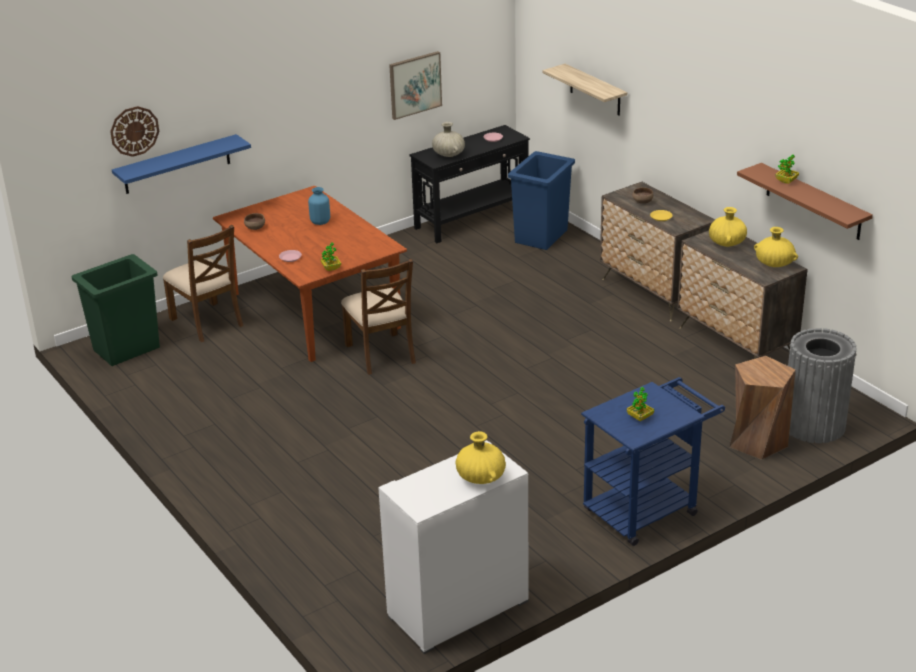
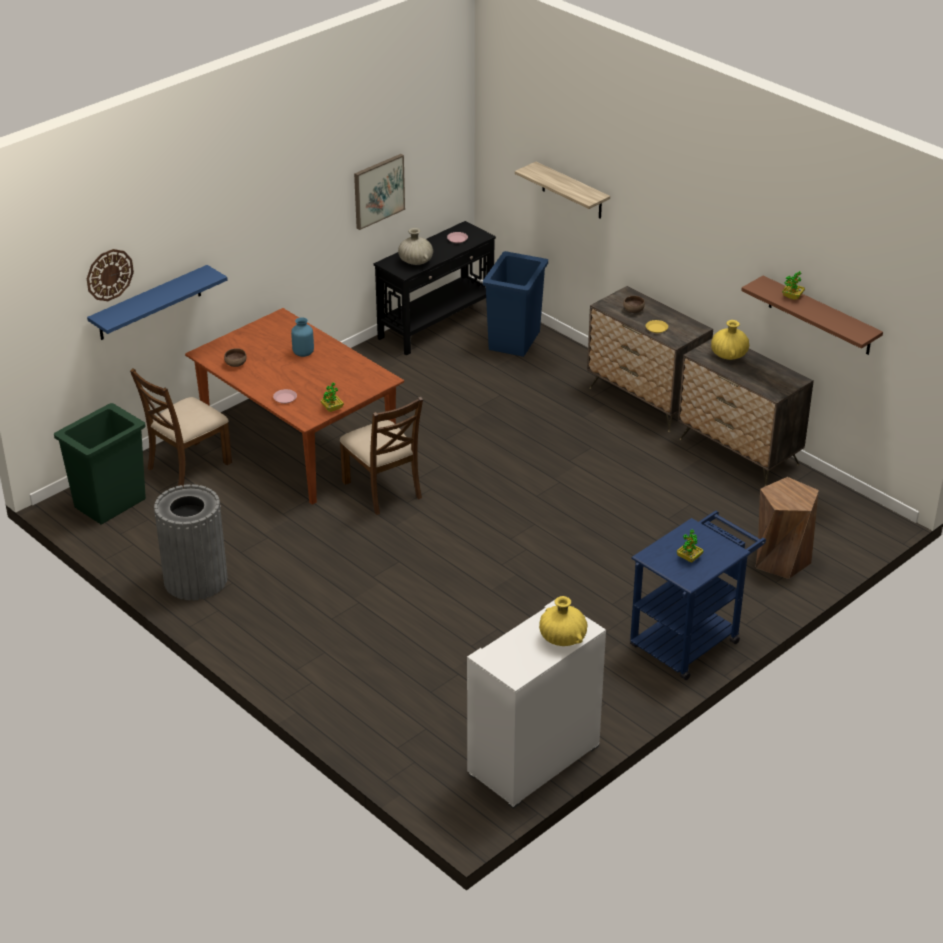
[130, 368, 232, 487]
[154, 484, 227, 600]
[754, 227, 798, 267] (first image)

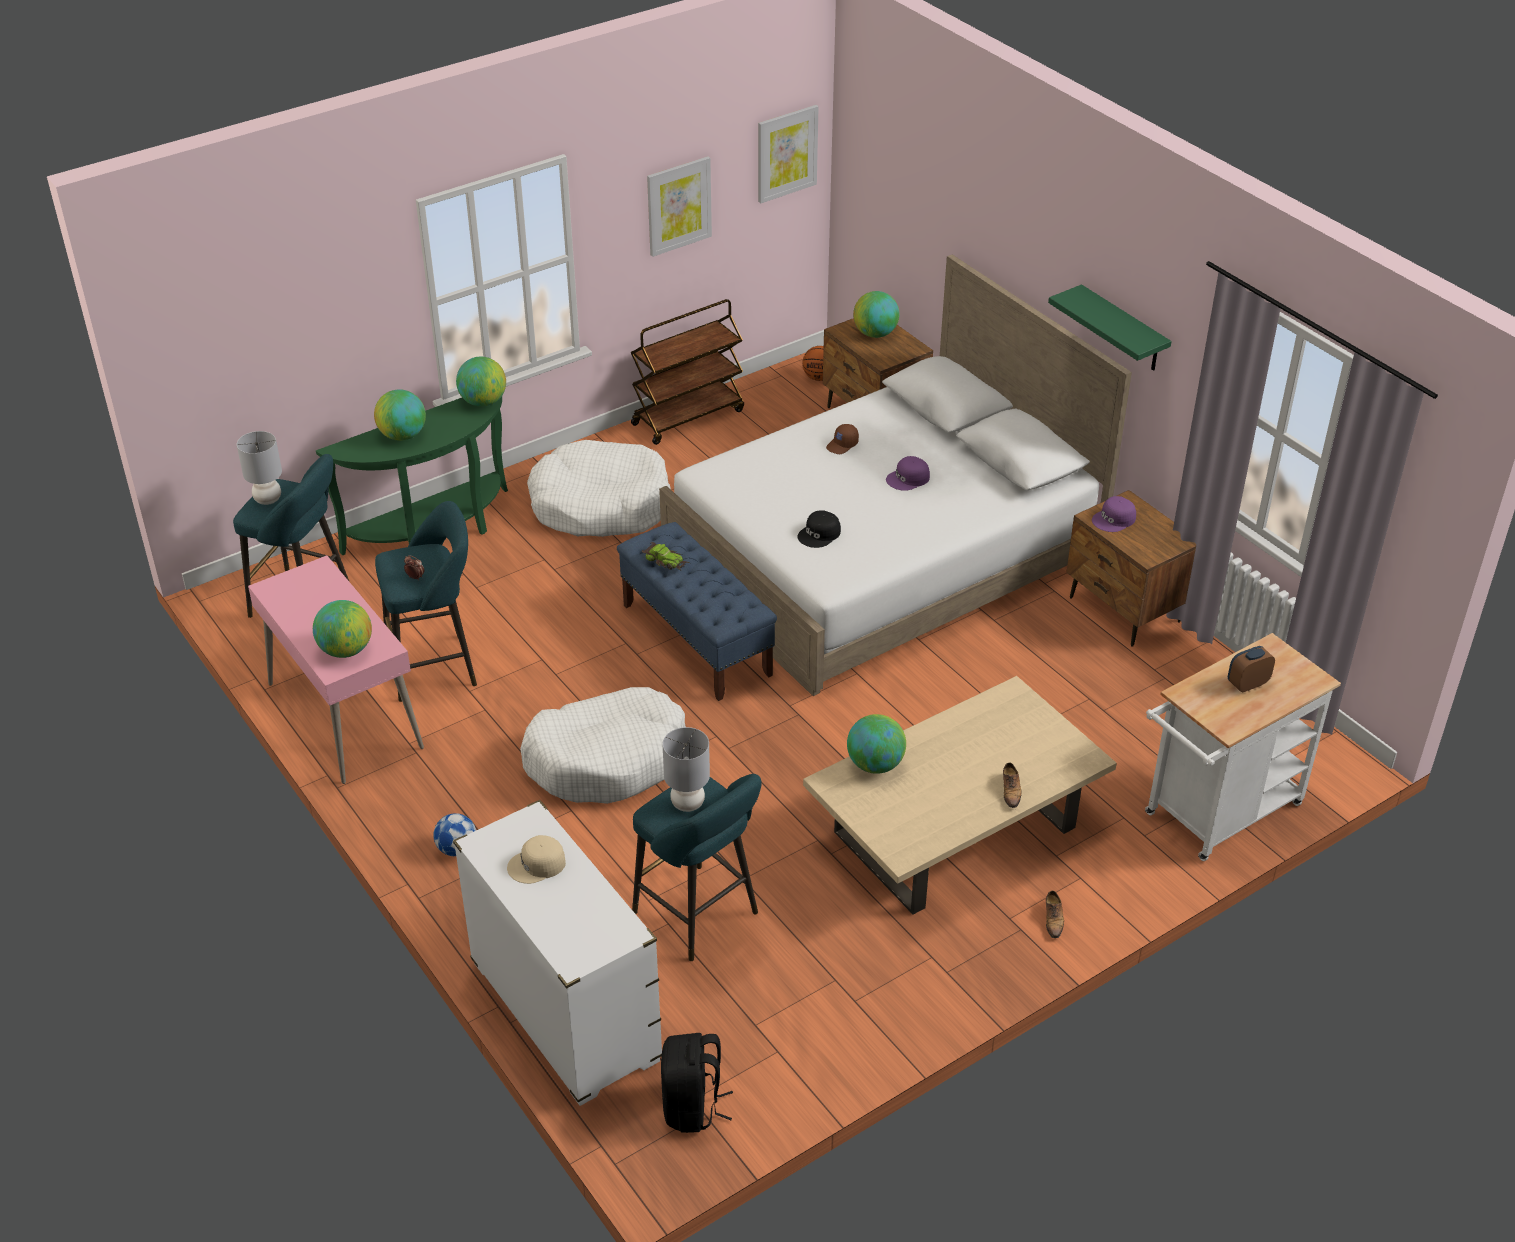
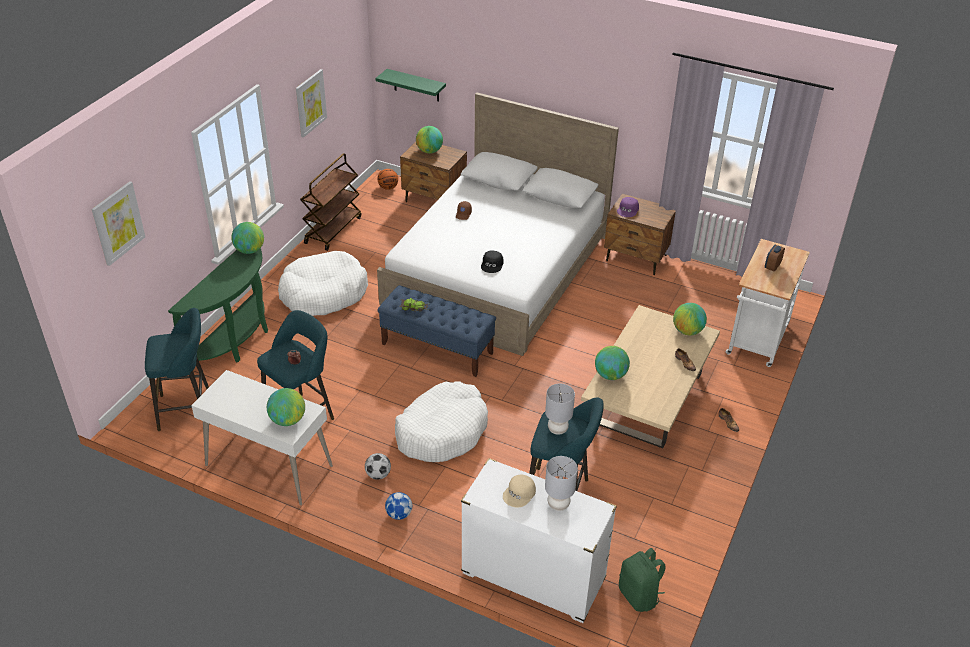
[92, 181, 145, 266]
[191, 370, 333, 505]
[365, 453, 391, 480]
[376, 69, 446, 101]
[545, 456, 578, 511]
[619, 548, 666, 612]
[673, 303, 707, 335]
[886, 456, 930, 491] (first image)

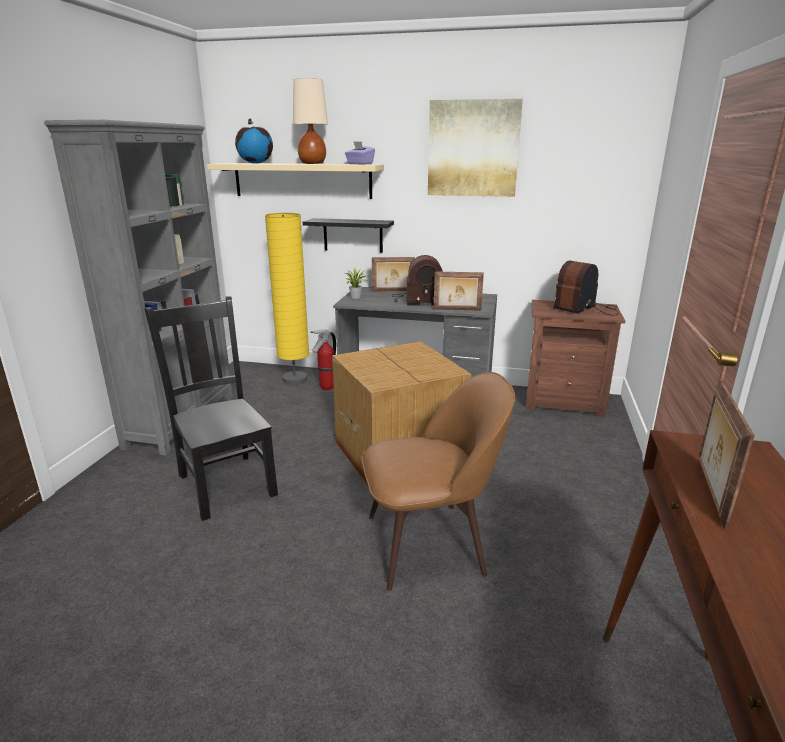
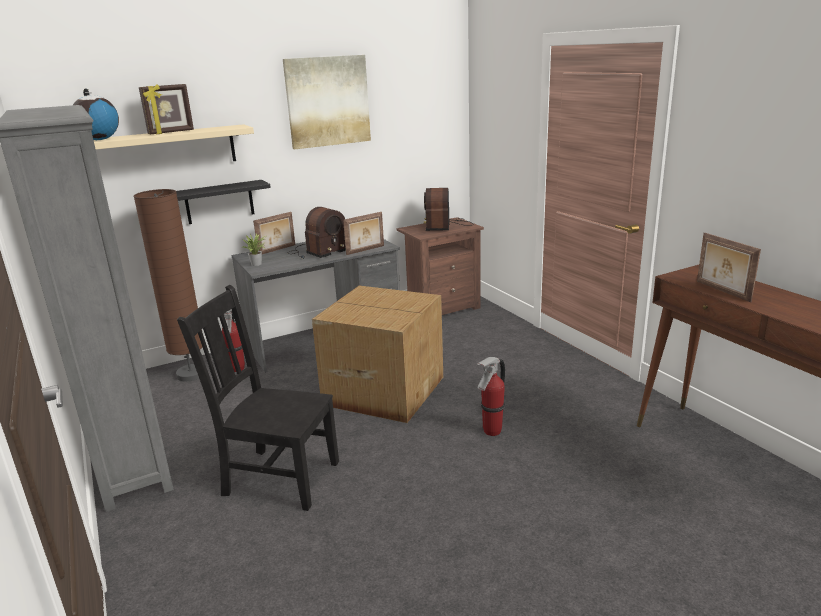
[134, 189, 203, 381]
[139, 84, 194, 134]
[477, 357, 505, 436]
[345, 142, 375, 165] (first image)

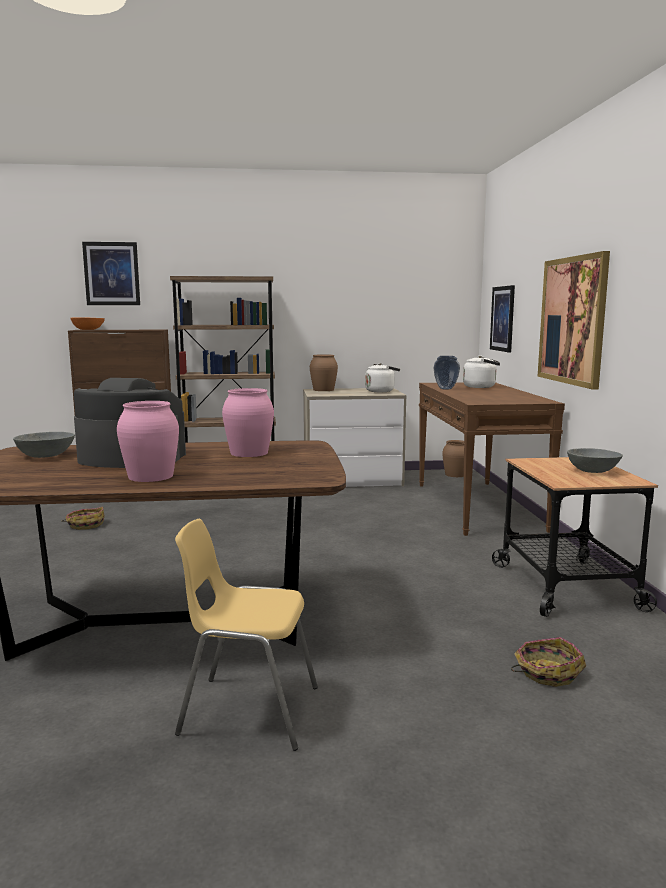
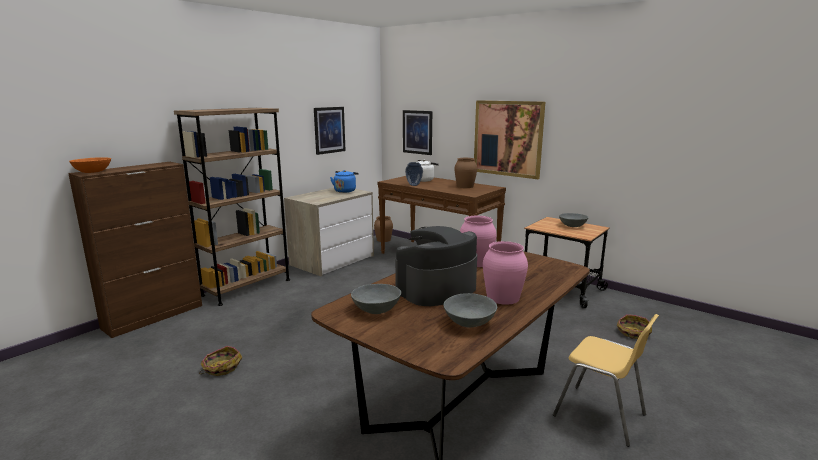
[314, 107, 346, 155]
[330, 170, 359, 193]
[443, 293, 497, 328]
[454, 158, 477, 188]
[553, 314, 659, 447]

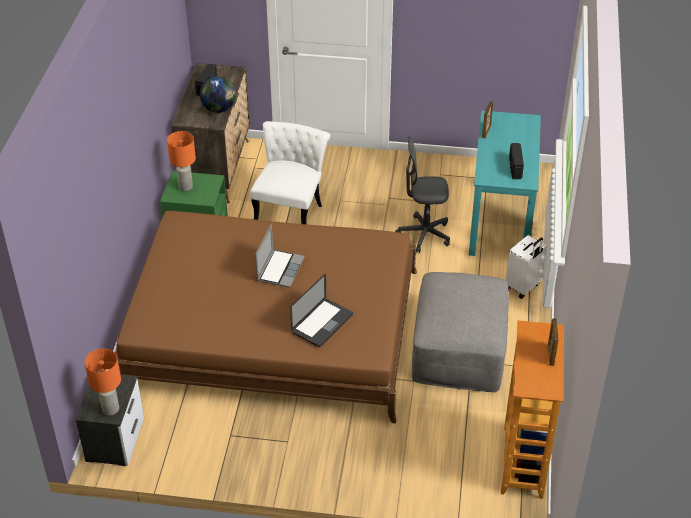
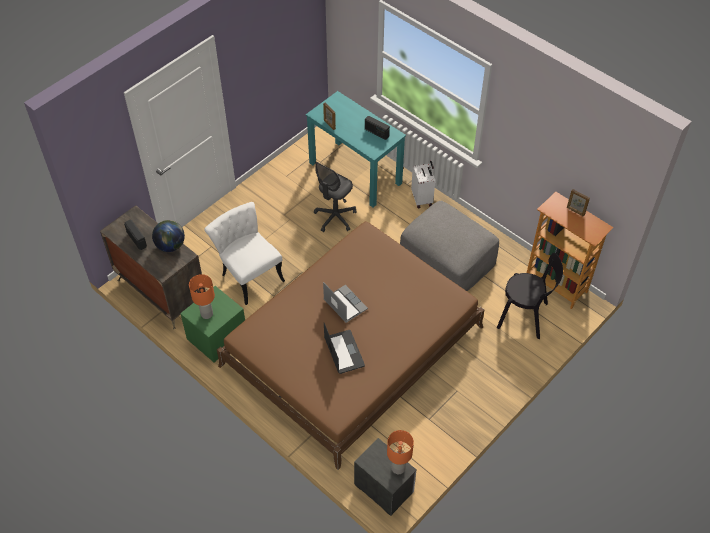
[324, 323, 365, 374]
[497, 253, 563, 339]

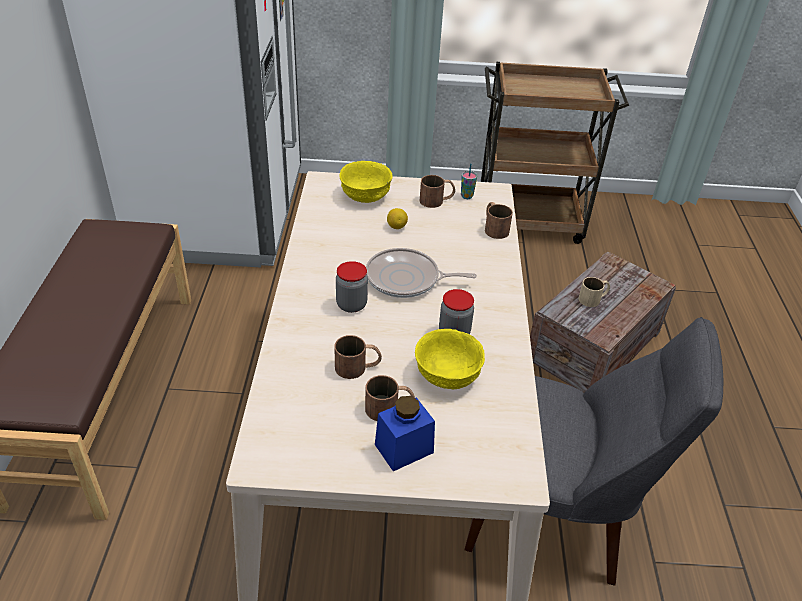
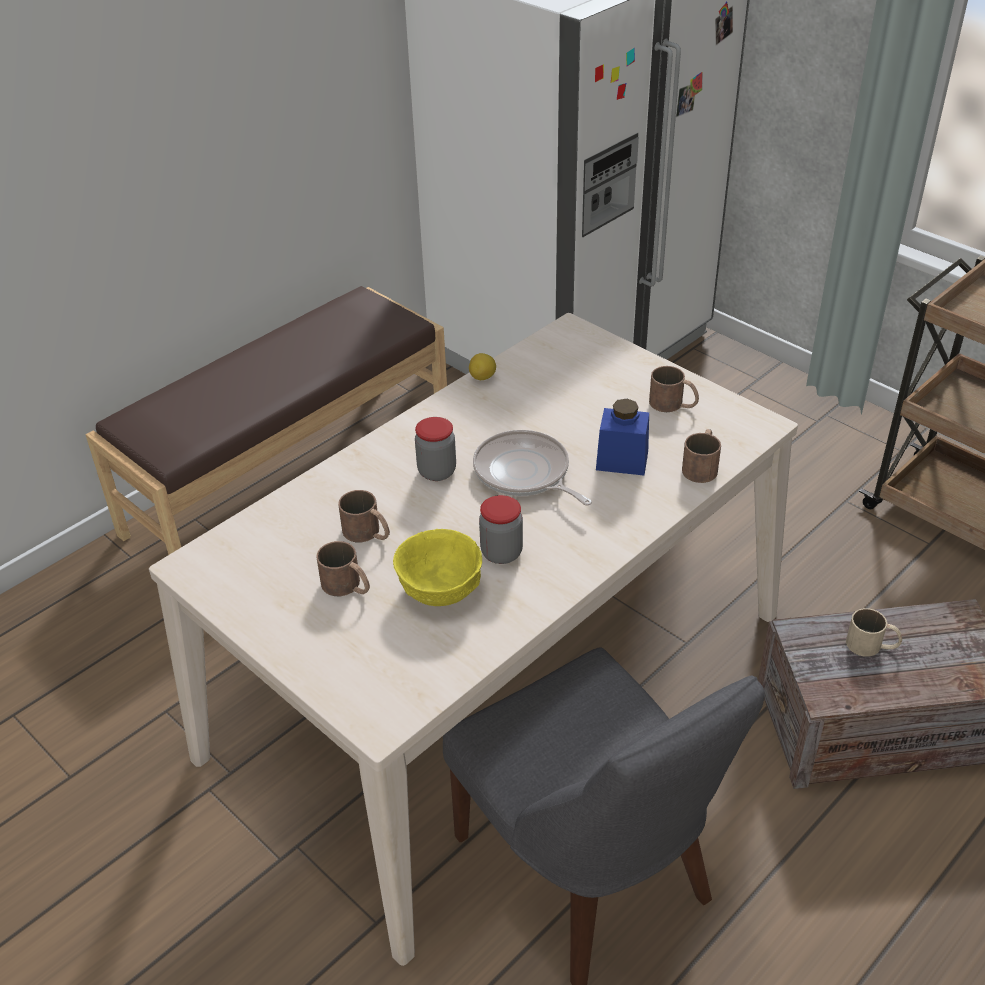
[469, 353, 496, 380]
[596, 399, 649, 476]
[339, 161, 393, 203] (first image)
[461, 164, 477, 199] (first image)

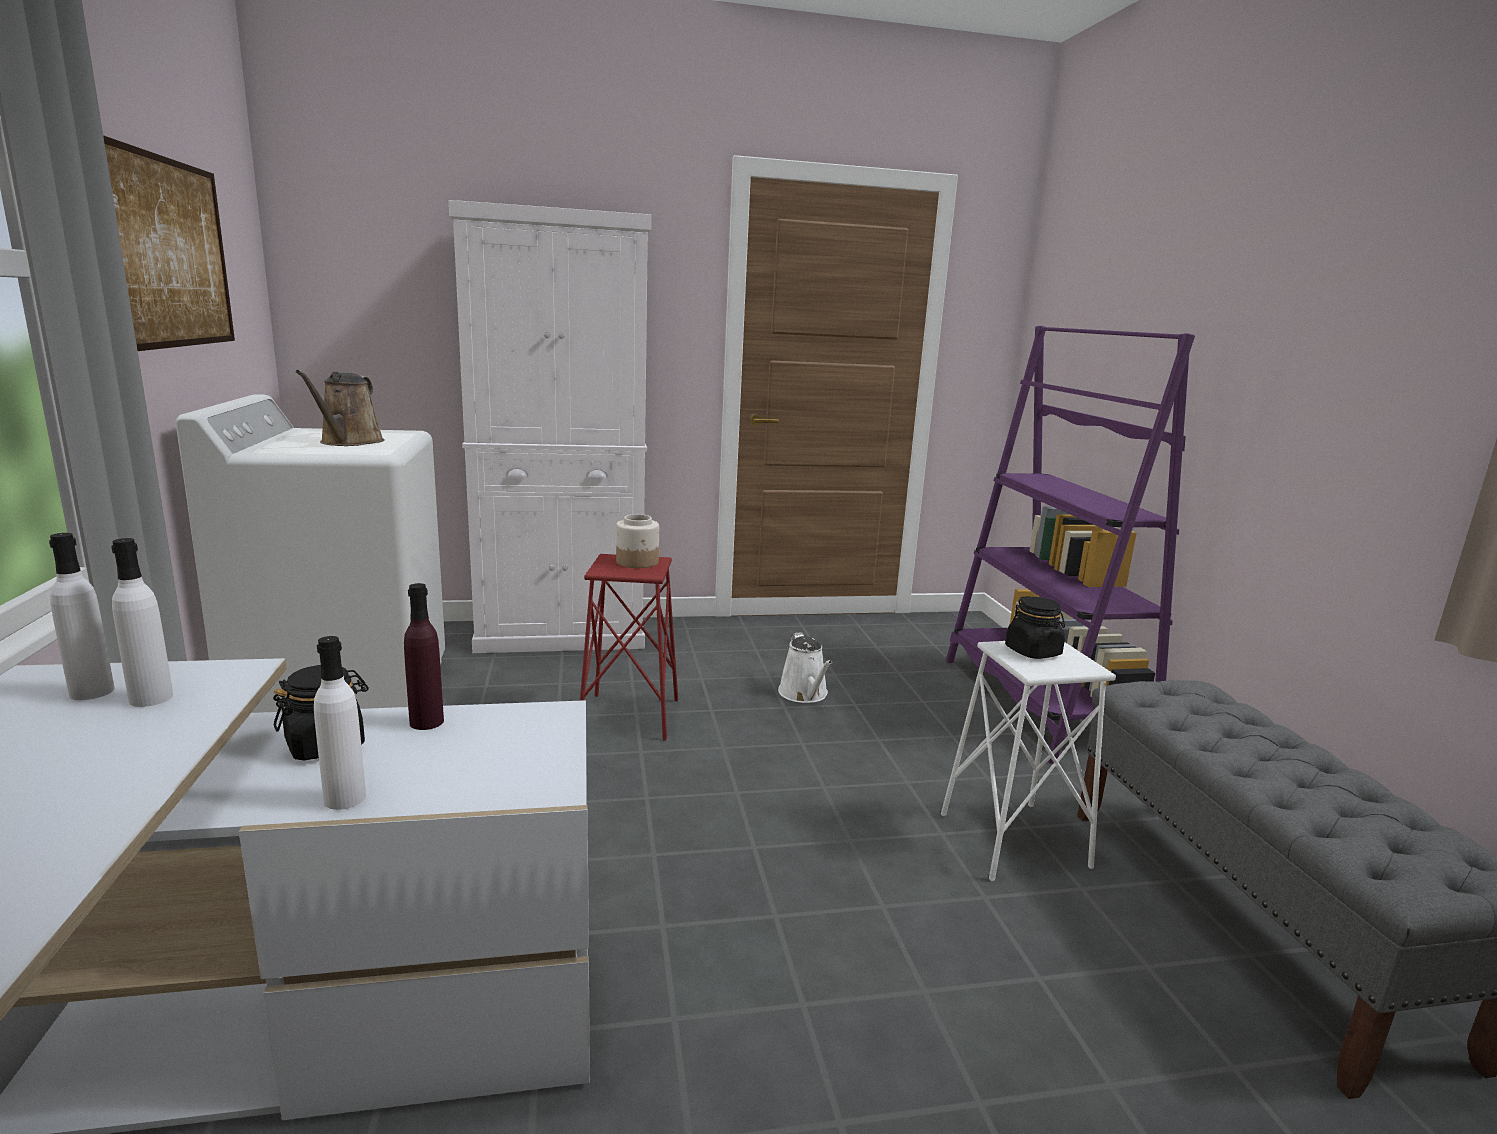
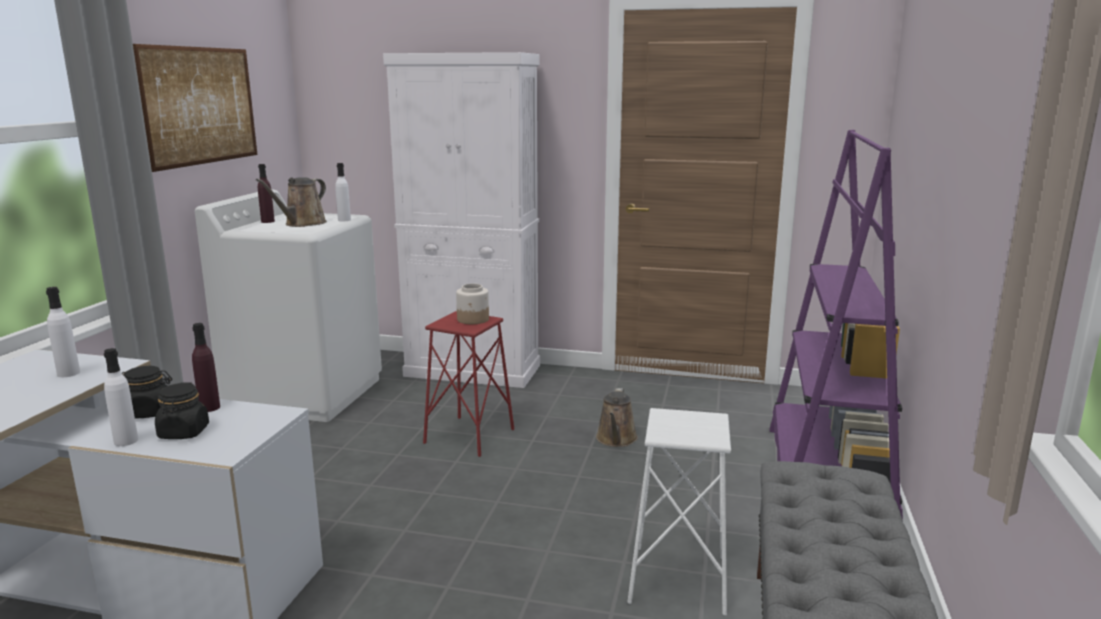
[155, 382, 209, 439]
[258, 164, 275, 223]
[335, 163, 351, 221]
[596, 388, 638, 447]

